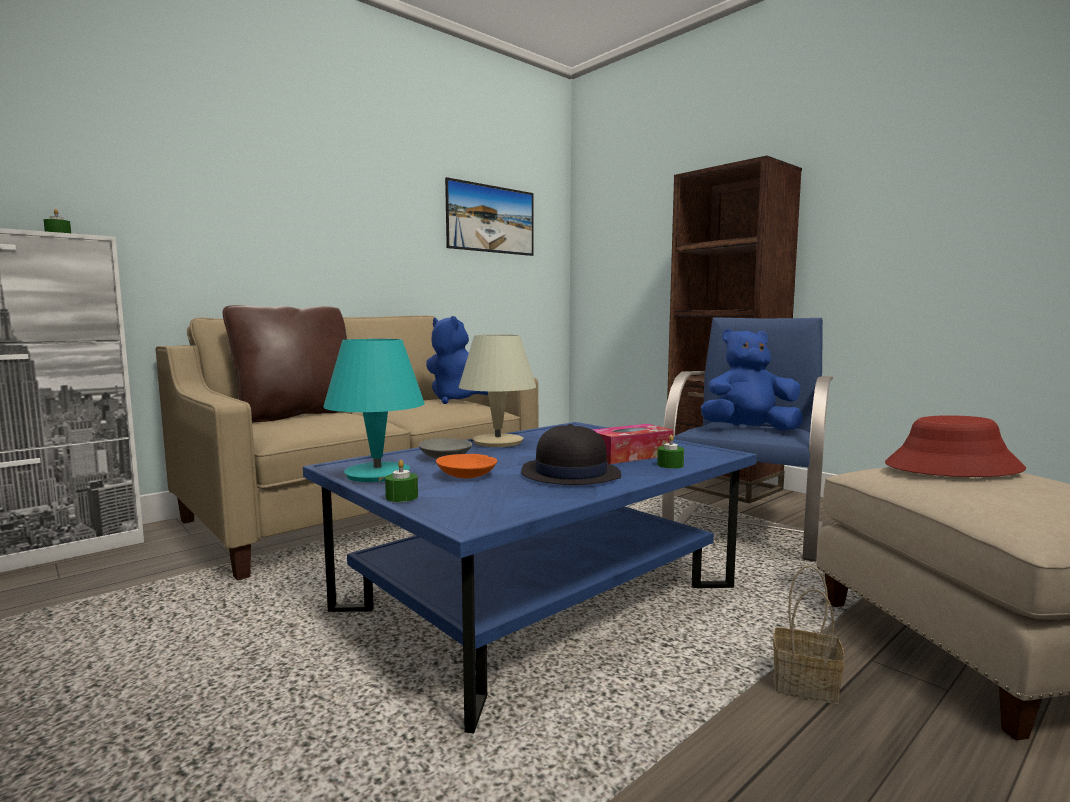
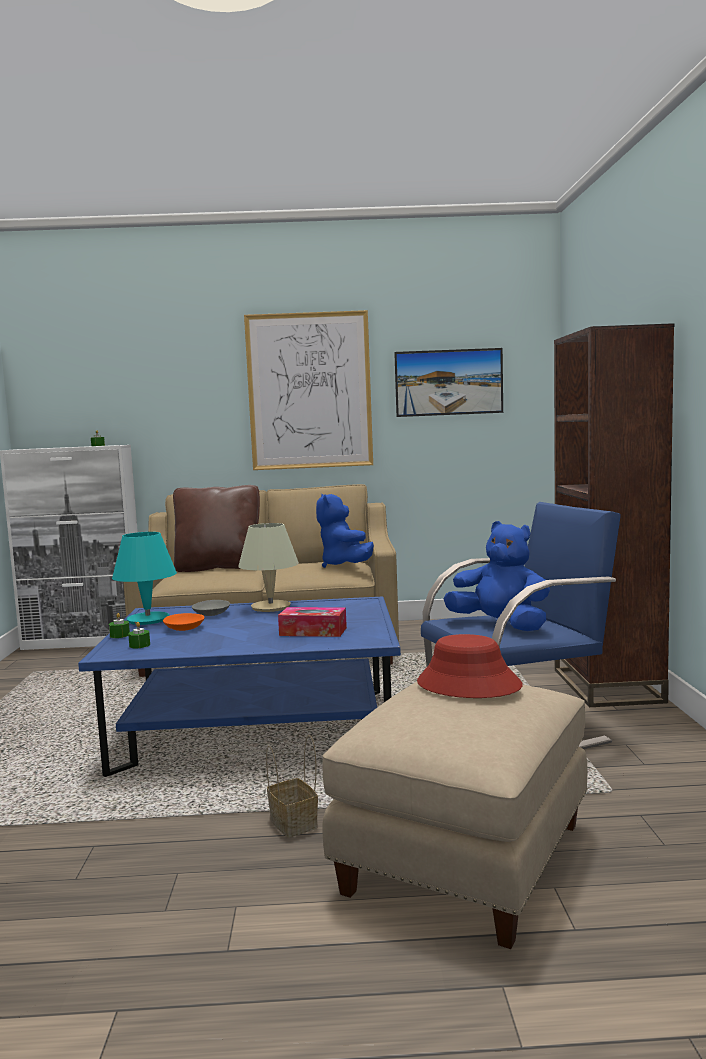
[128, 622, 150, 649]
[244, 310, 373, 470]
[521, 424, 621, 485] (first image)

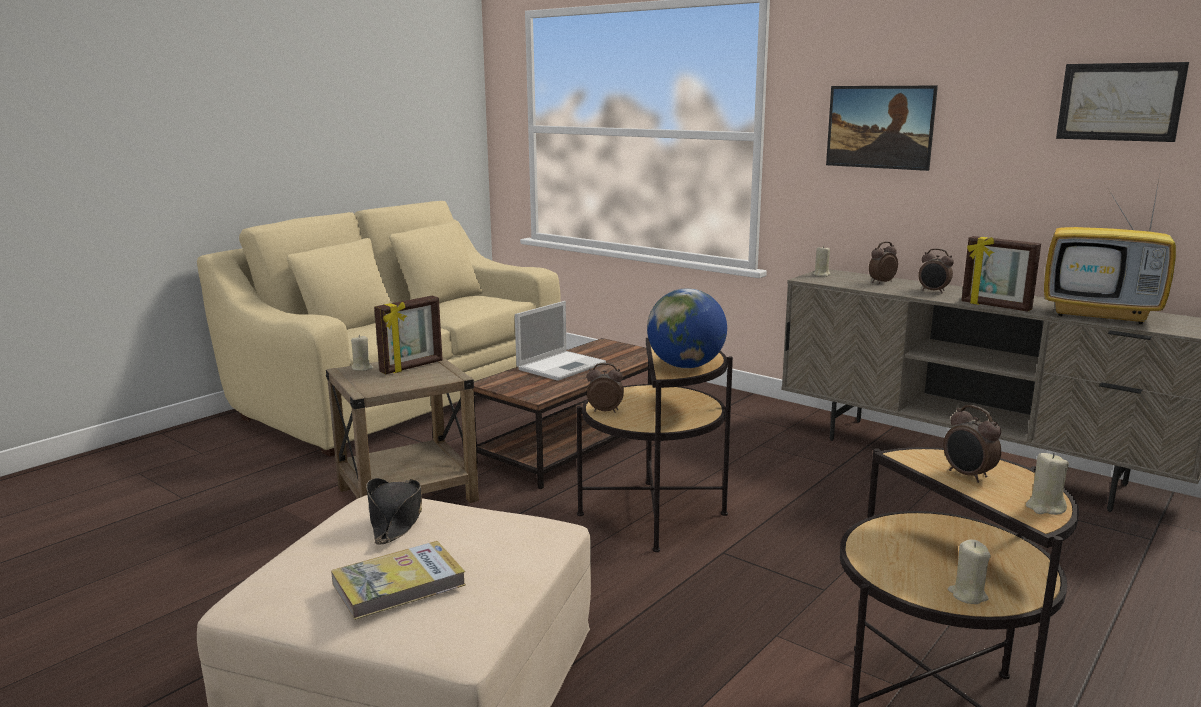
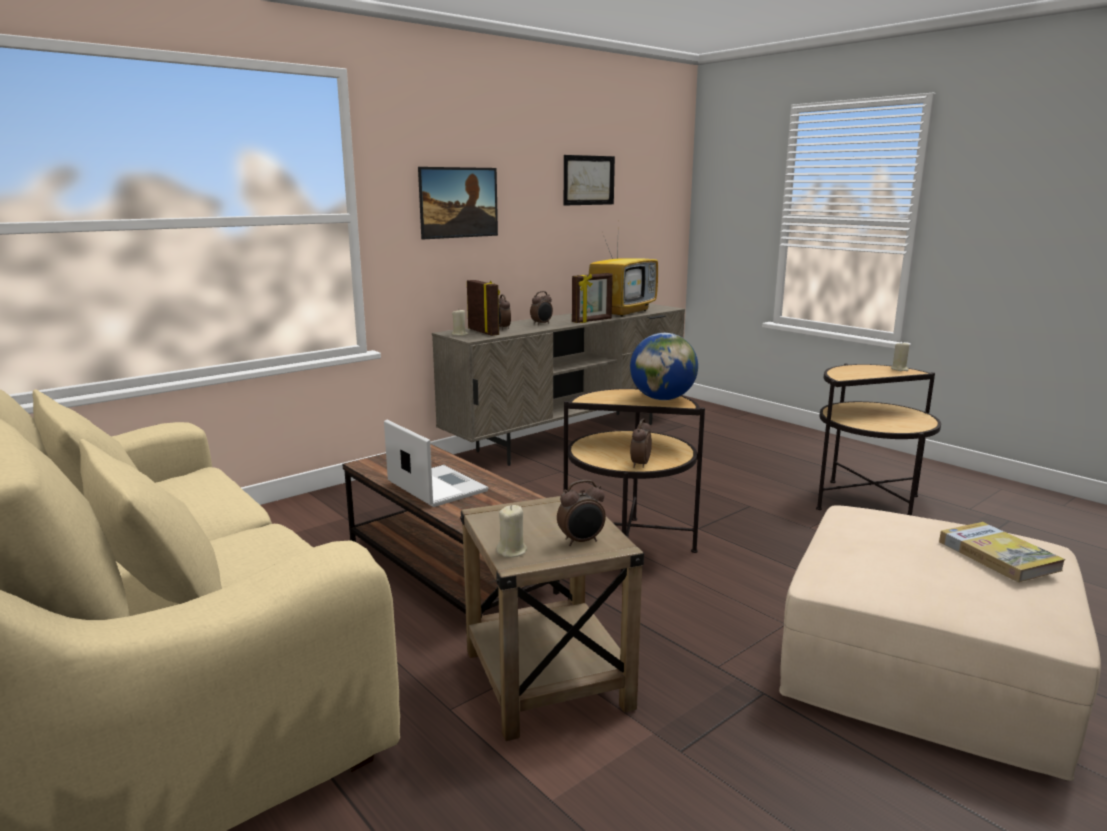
[467, 280, 500, 336]
[557, 480, 606, 546]
[366, 478, 422, 545] (first image)
[948, 540, 991, 604] (first image)

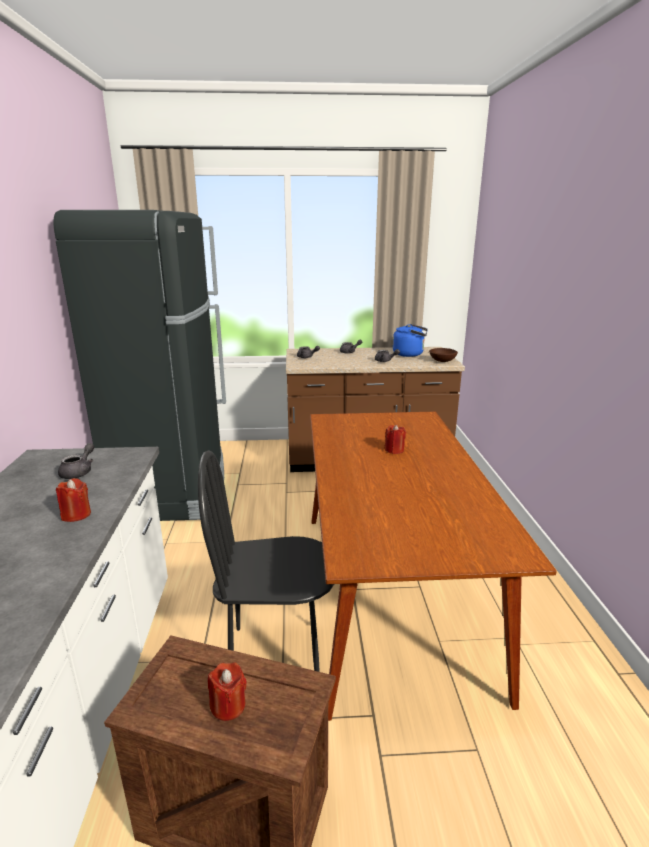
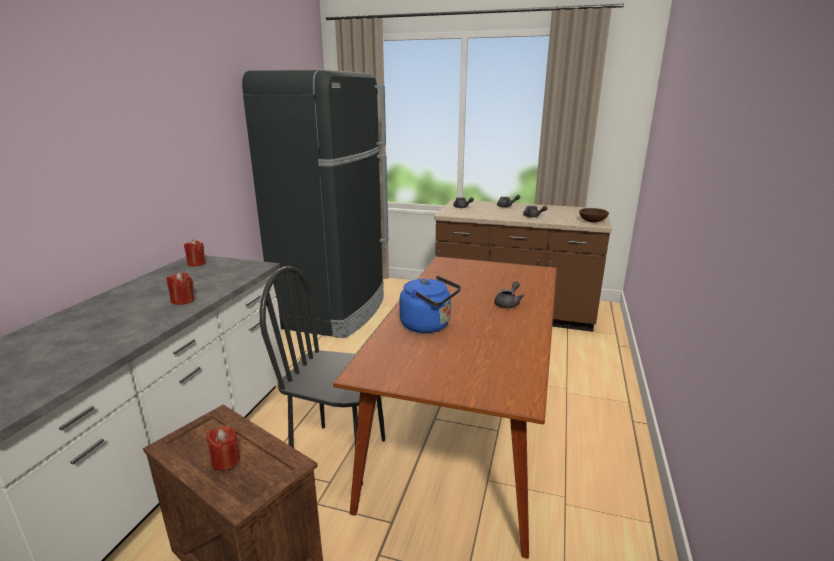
[184, 240, 206, 266]
[400, 276, 461, 333]
[494, 281, 524, 308]

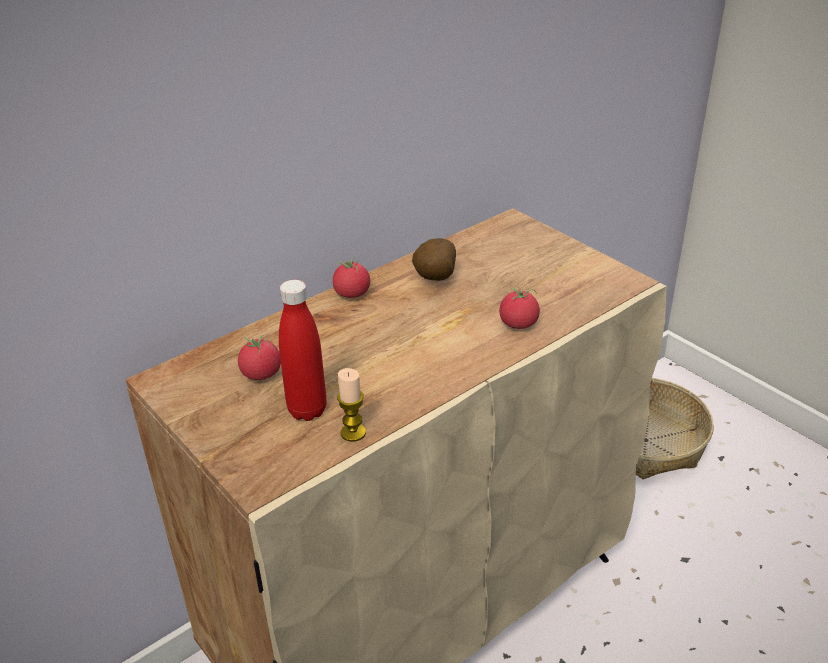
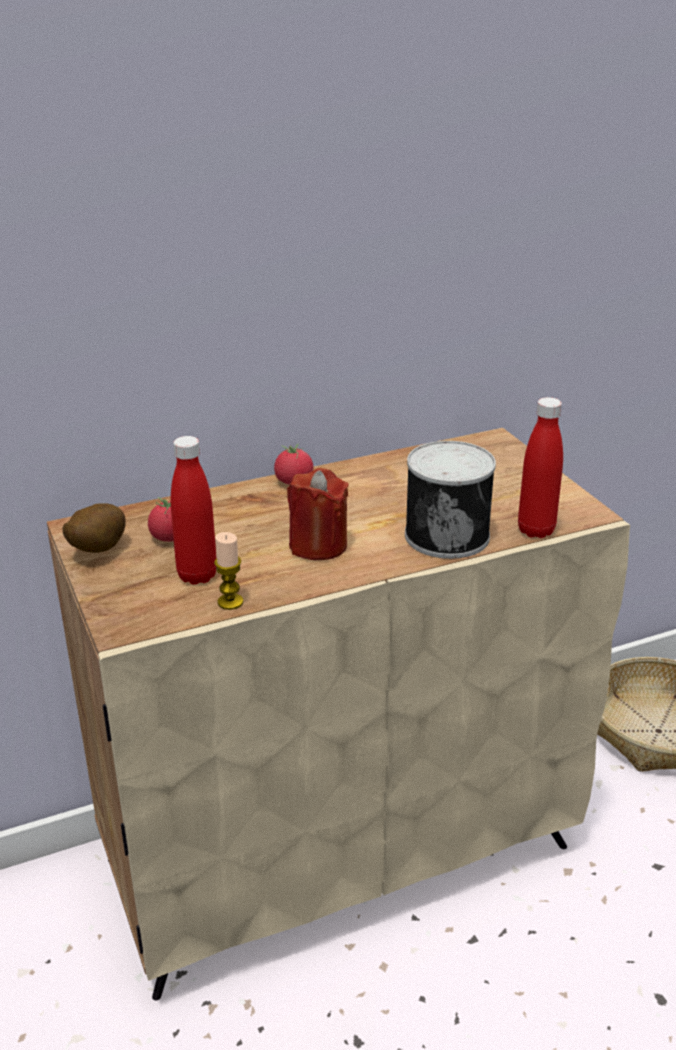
[62, 503, 126, 553]
[287, 468, 349, 560]
[405, 441, 496, 559]
[518, 397, 563, 538]

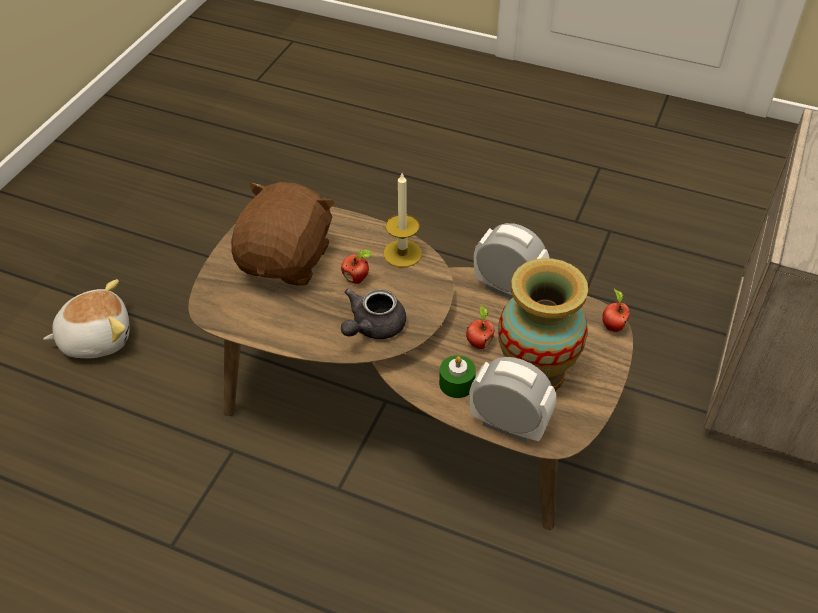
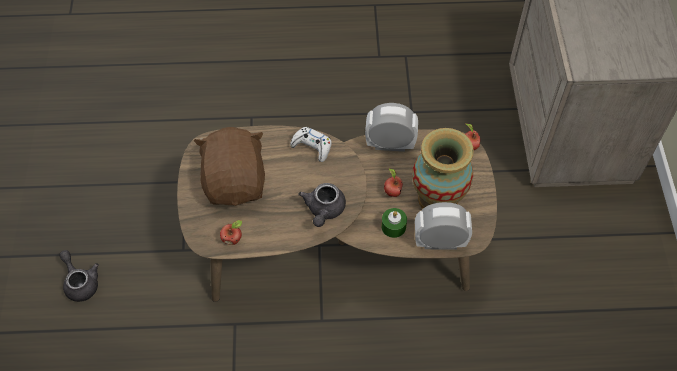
[60, 250, 99, 302]
[220, 220, 242, 245]
[290, 127, 332, 162]

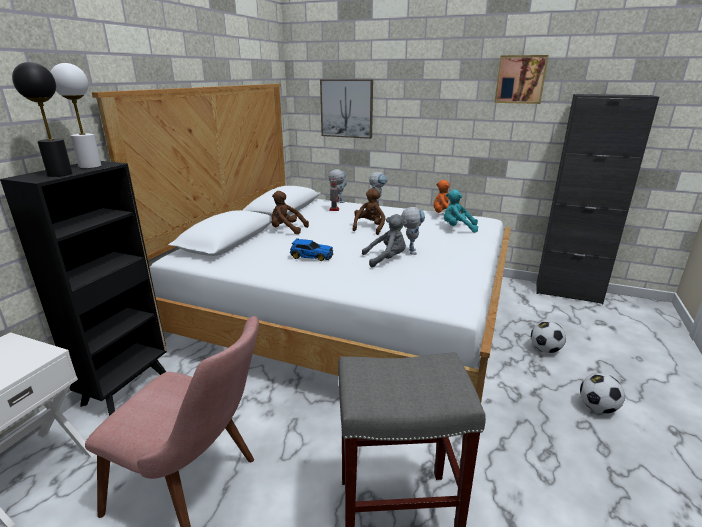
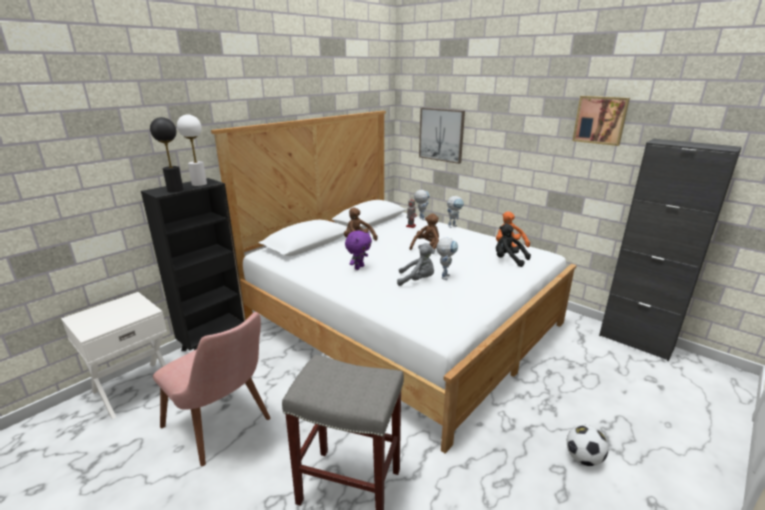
[345, 230, 372, 270]
[496, 224, 531, 267]
[531, 321, 566, 353] (first image)

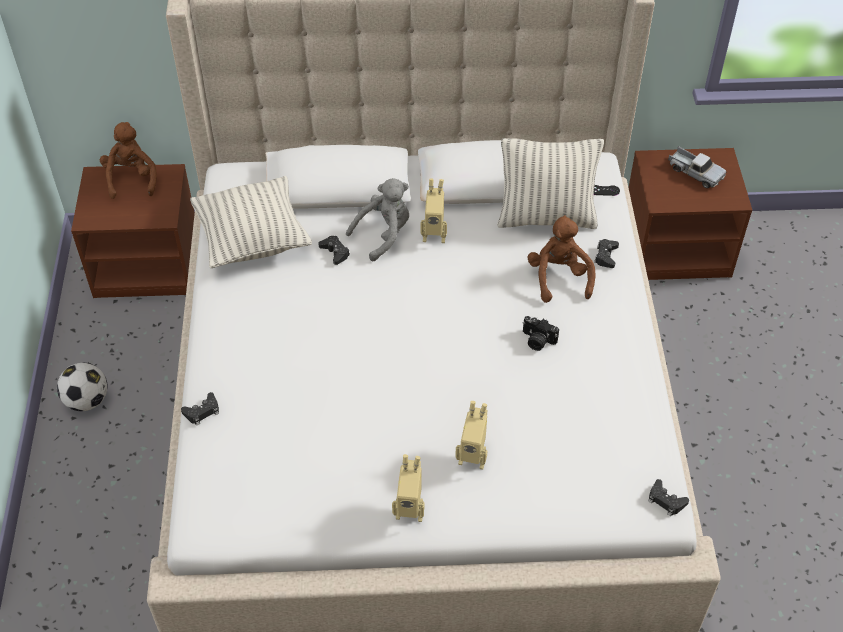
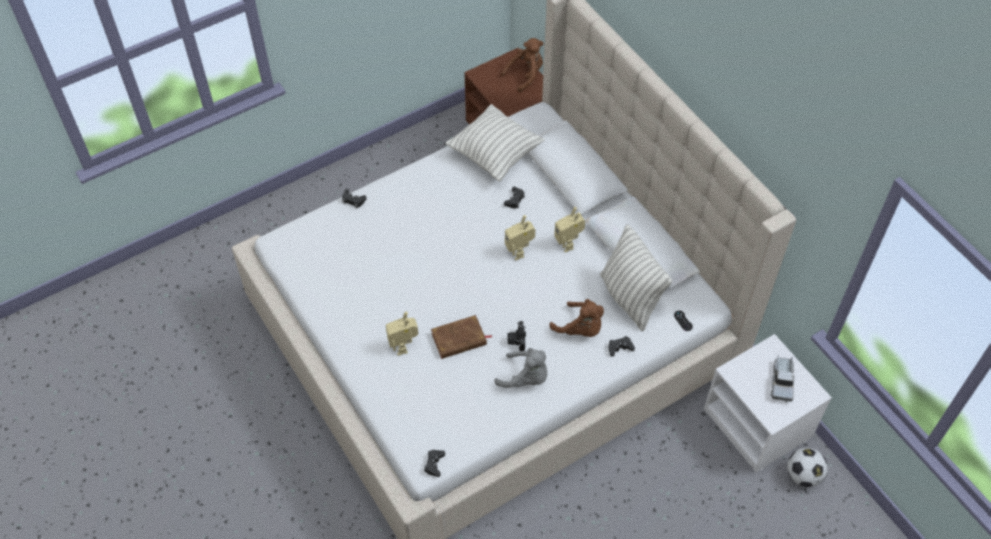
[431, 315, 492, 359]
[495, 348, 547, 388]
[505, 215, 535, 260]
[549, 299, 604, 337]
[704, 334, 832, 472]
[787, 448, 828, 487]

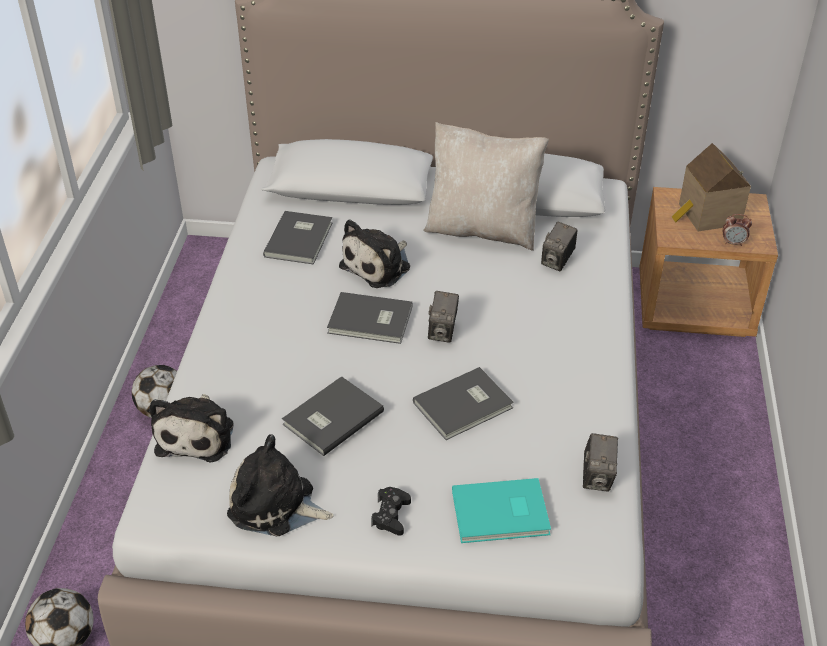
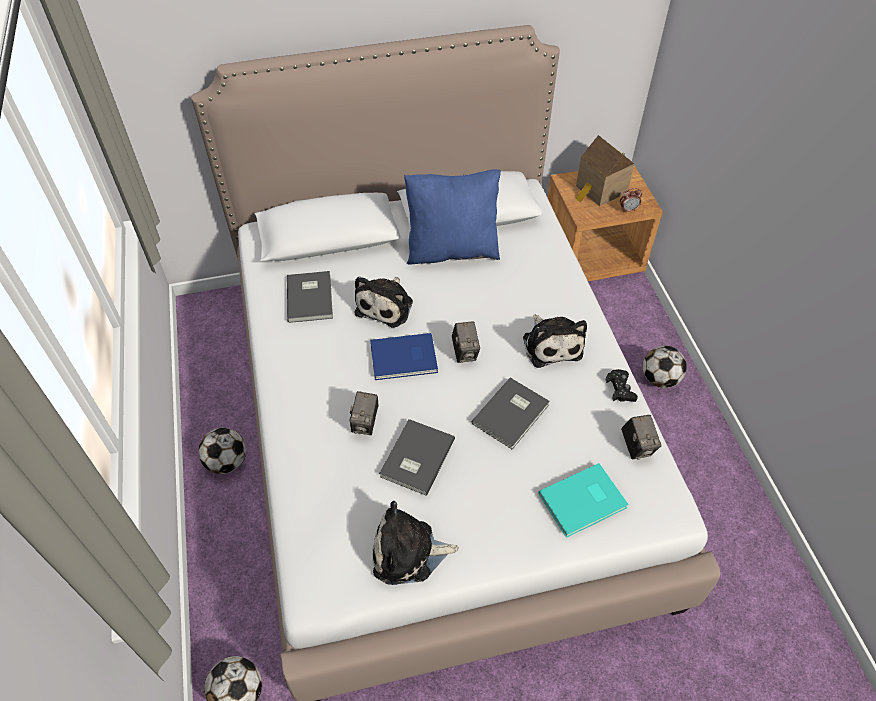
[350, 391, 378, 435]
[370, 333, 438, 380]
[404, 169, 501, 265]
[523, 314, 587, 368]
[606, 369, 638, 402]
[643, 346, 687, 388]

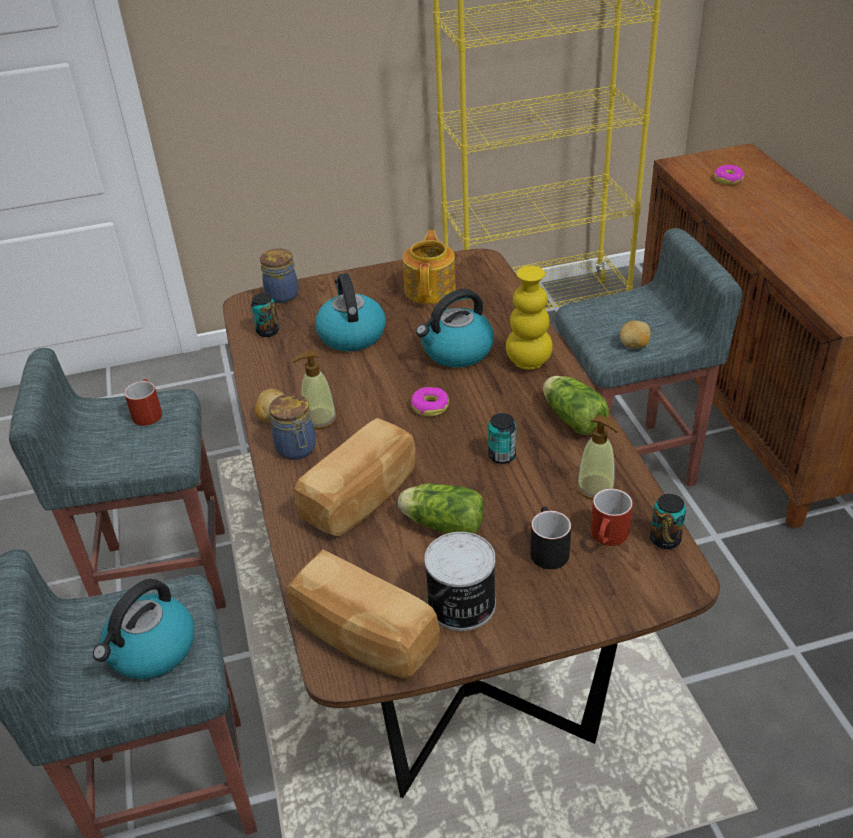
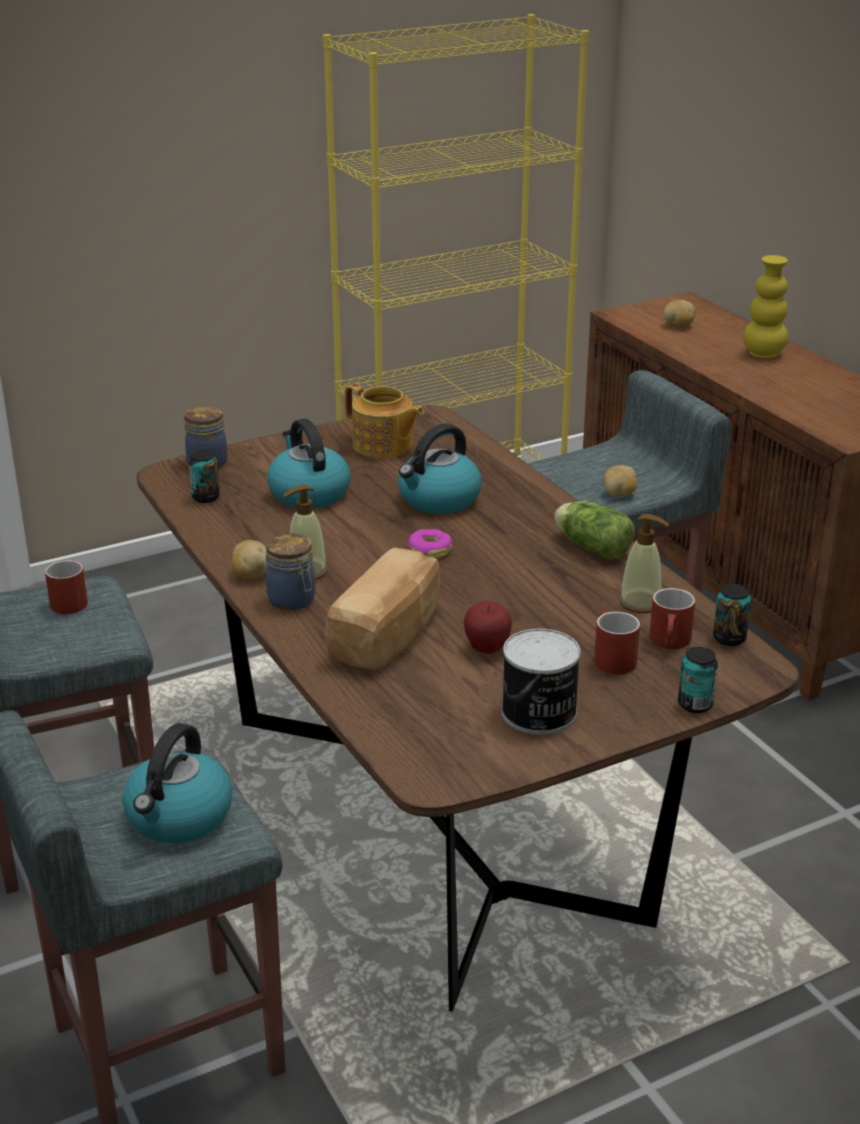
[345, 383, 424, 458]
[464, 601, 512, 654]
[594, 611, 640, 675]
[664, 300, 696, 327]
[678, 647, 718, 713]
[743, 255, 788, 358]
[287, 550, 440, 679] (first image)

